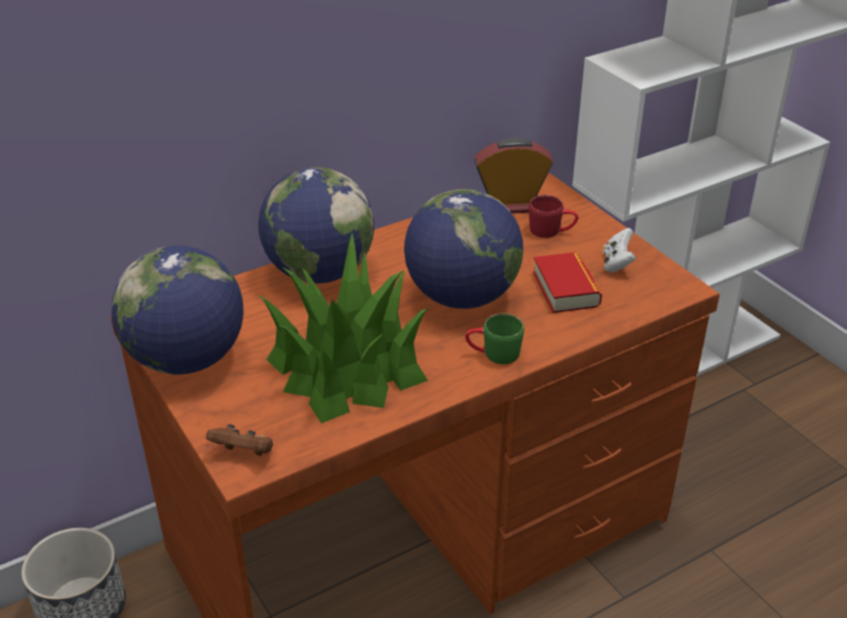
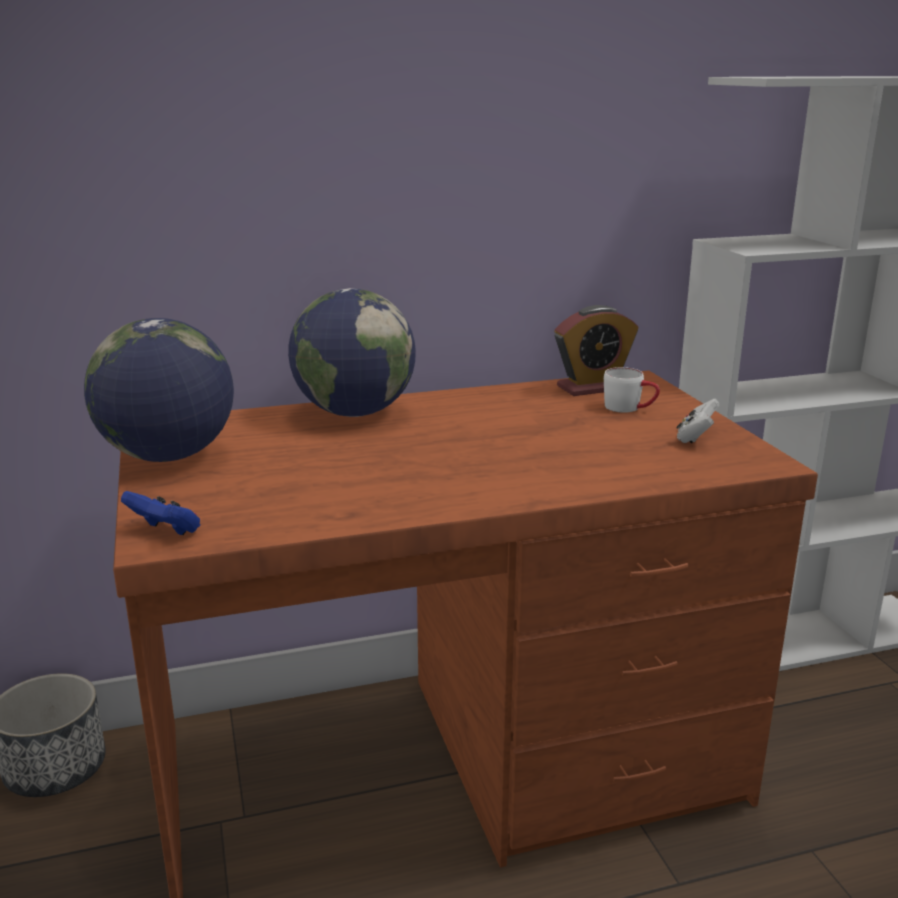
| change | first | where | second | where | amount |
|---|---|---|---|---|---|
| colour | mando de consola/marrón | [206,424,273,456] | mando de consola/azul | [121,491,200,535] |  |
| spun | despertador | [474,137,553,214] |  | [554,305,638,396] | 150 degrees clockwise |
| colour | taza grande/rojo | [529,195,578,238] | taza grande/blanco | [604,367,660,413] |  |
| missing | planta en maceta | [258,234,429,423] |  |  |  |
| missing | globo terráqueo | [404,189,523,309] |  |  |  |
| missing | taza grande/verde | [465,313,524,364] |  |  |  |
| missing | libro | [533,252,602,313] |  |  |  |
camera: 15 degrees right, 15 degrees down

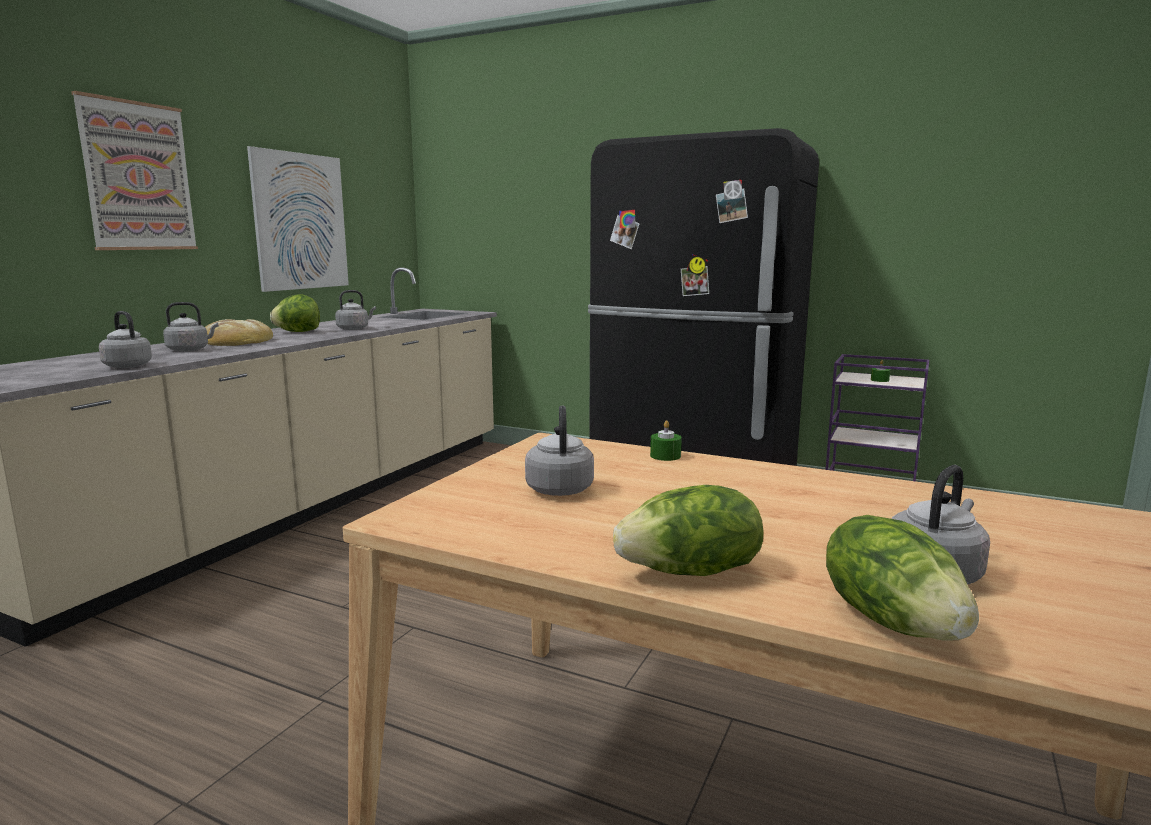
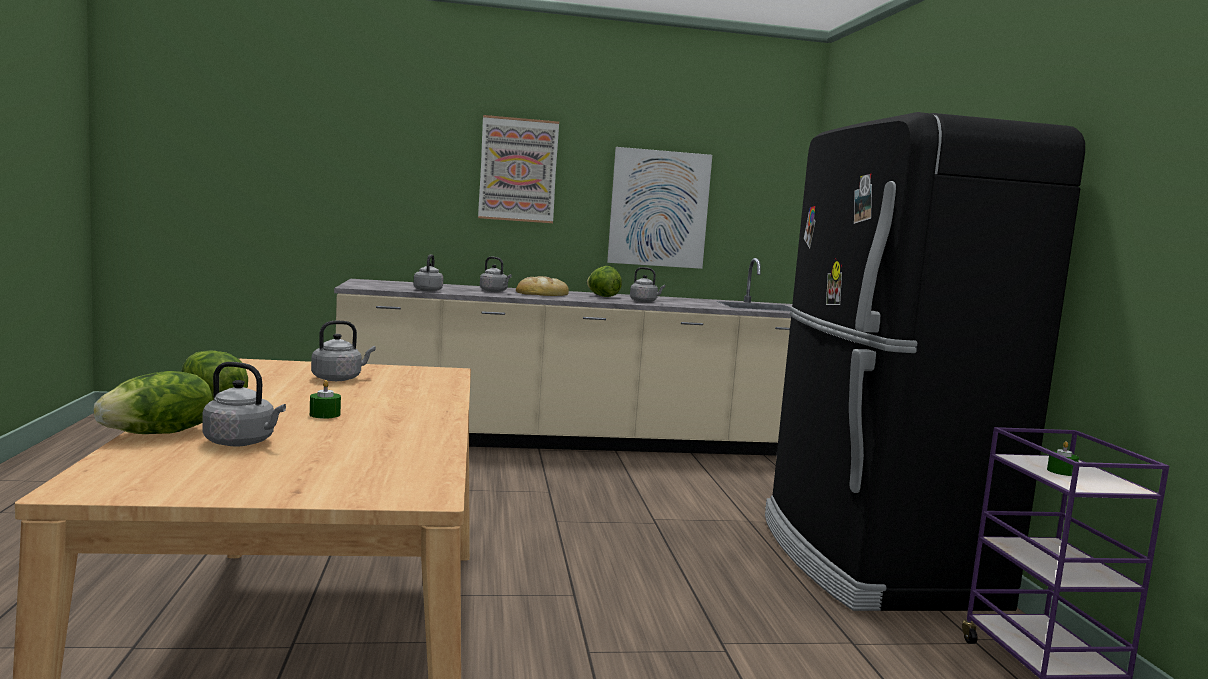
| change | first | where | second | where | amount |
|---|---|---|---|---|---|
| relocated | vela/verde | [650,420,682,461] |  | [310,380,341,419] |  |
camera: 55 degrees right, 5 degrees down

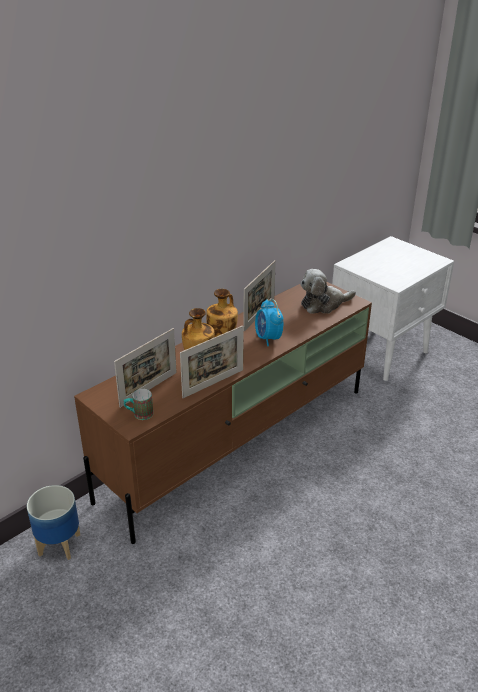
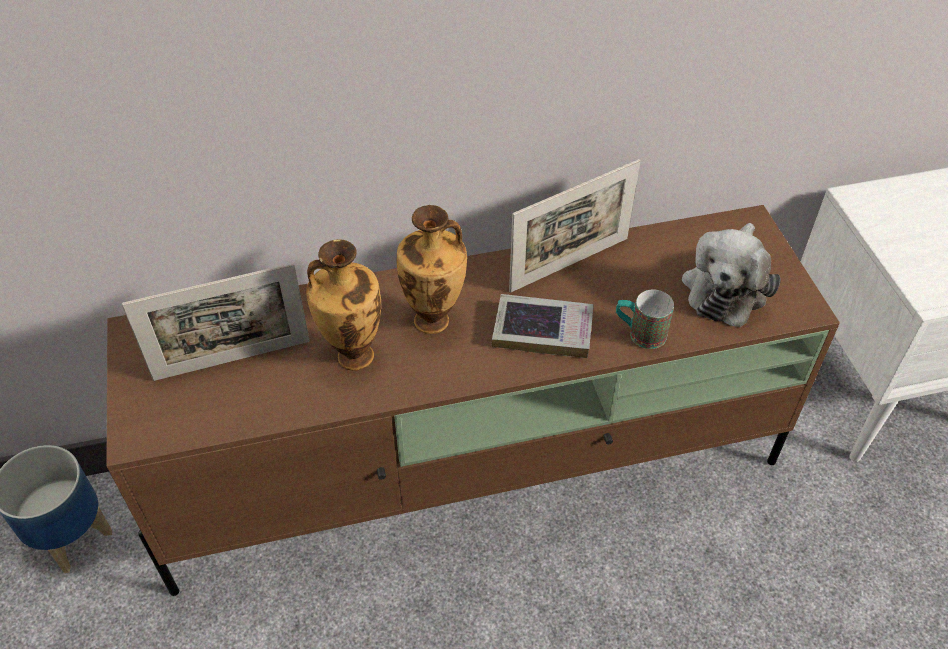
| change | first | where | second | where | amount |
|---|---|---|---|---|---|
| exchanged | despertador | [255,299,283,346] | libro | [492,294,594,358] |  |
| relocated | taza grande | [124,389,153,420] |  | [616,290,674,349] |  |
| spun | peluche | [300,269,356,314] |  | [682,223,781,328] | 75 degrees counterclockwise |
| missing | portarretratos | [180,325,244,398] |  |  |  |
camera: 30 degrees right, 15 degrees up

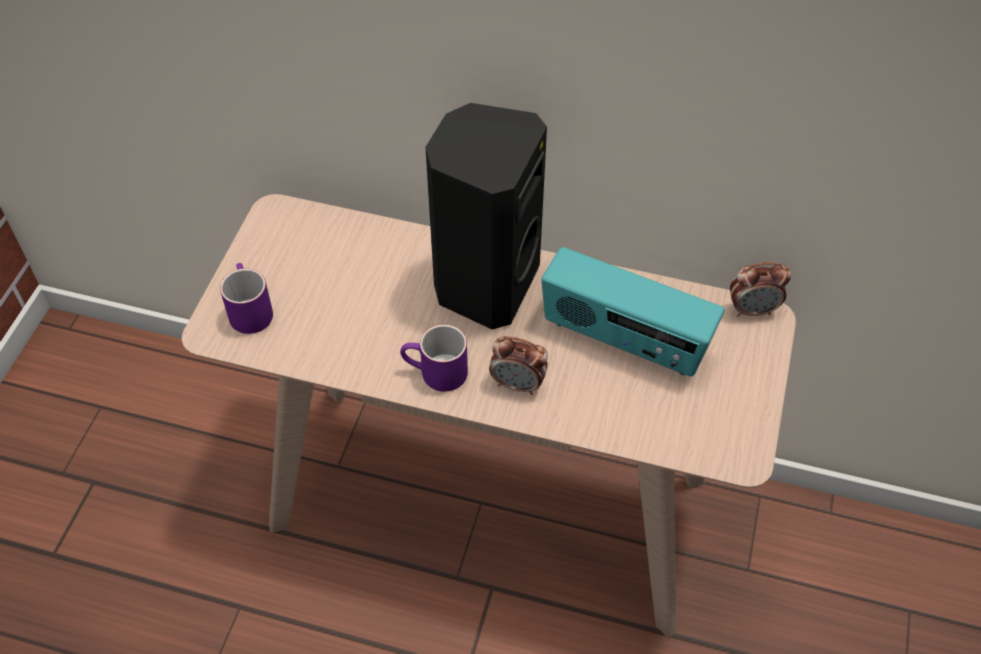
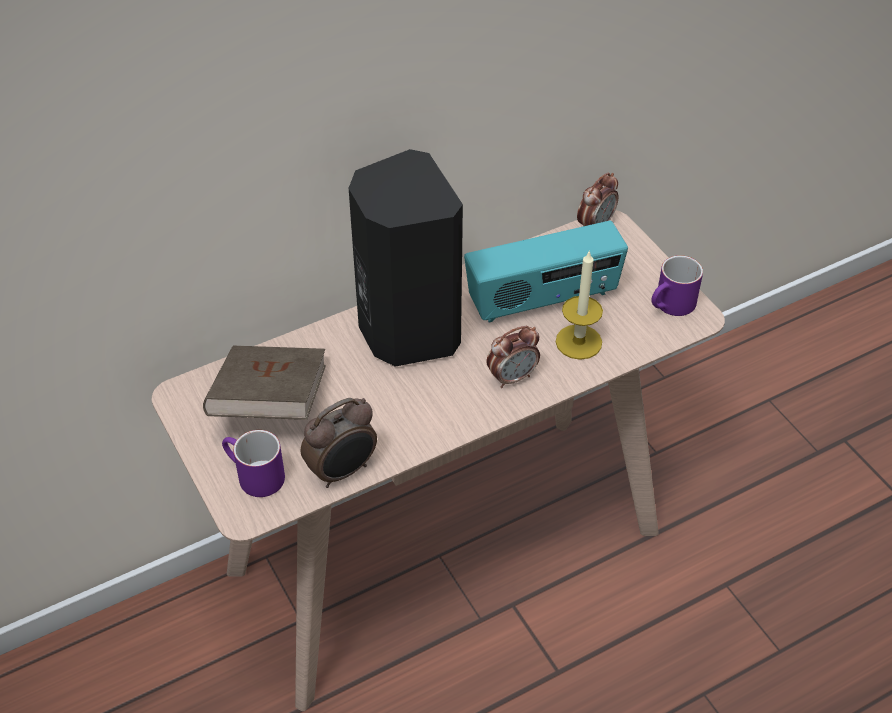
| change | first | where | second | where | amount |
|---|---|---|---|---|---|
| appeared |  |  | libro/marrón | [203,346,326,420] |  |
| appeared |  |  | despertador | [301,398,377,488] |  |
| appeared |  |  | vela | [556,250,603,360] |  |
| relocated | taza grande/morado | [400,324,468,392] |  | [651,255,703,316] |  |
camera: 45 degrees left, 5 degrees down

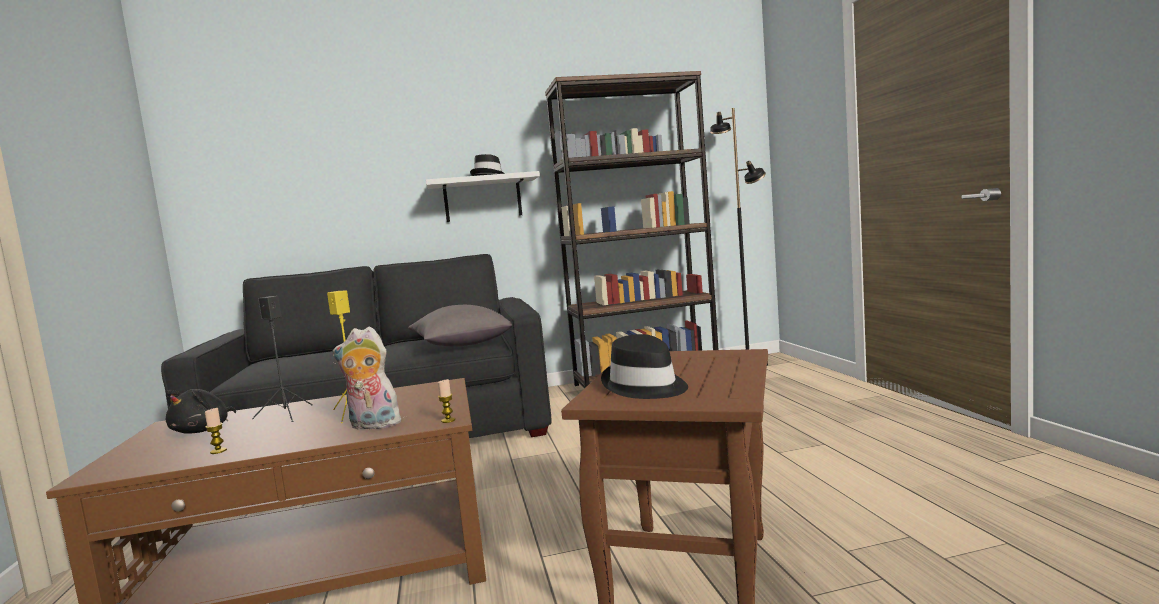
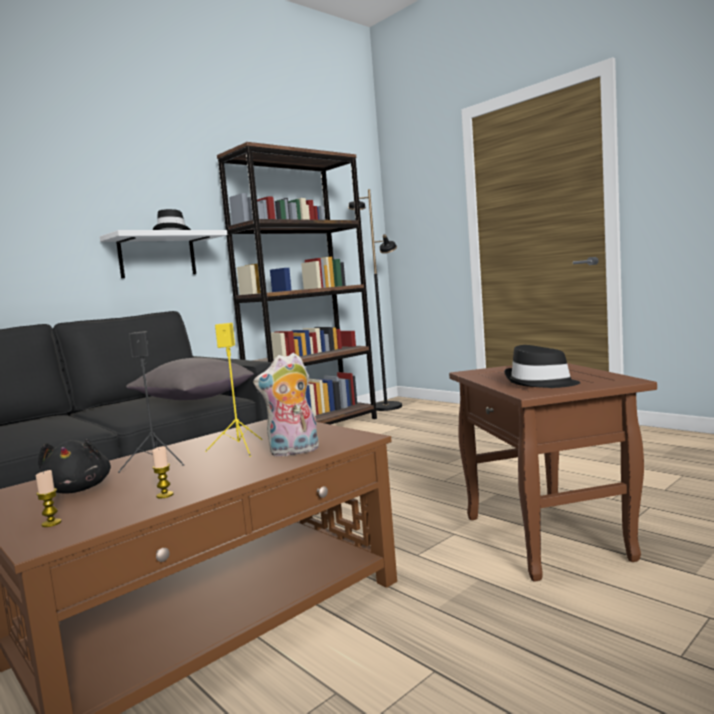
| change | first | where | second | where | amount |
|---|---|---|---|---|---|
| relocated | vela | [438,379,455,423] |  | [36,470,62,527] |  |
camera: 30 degrees left, 0 degrees up

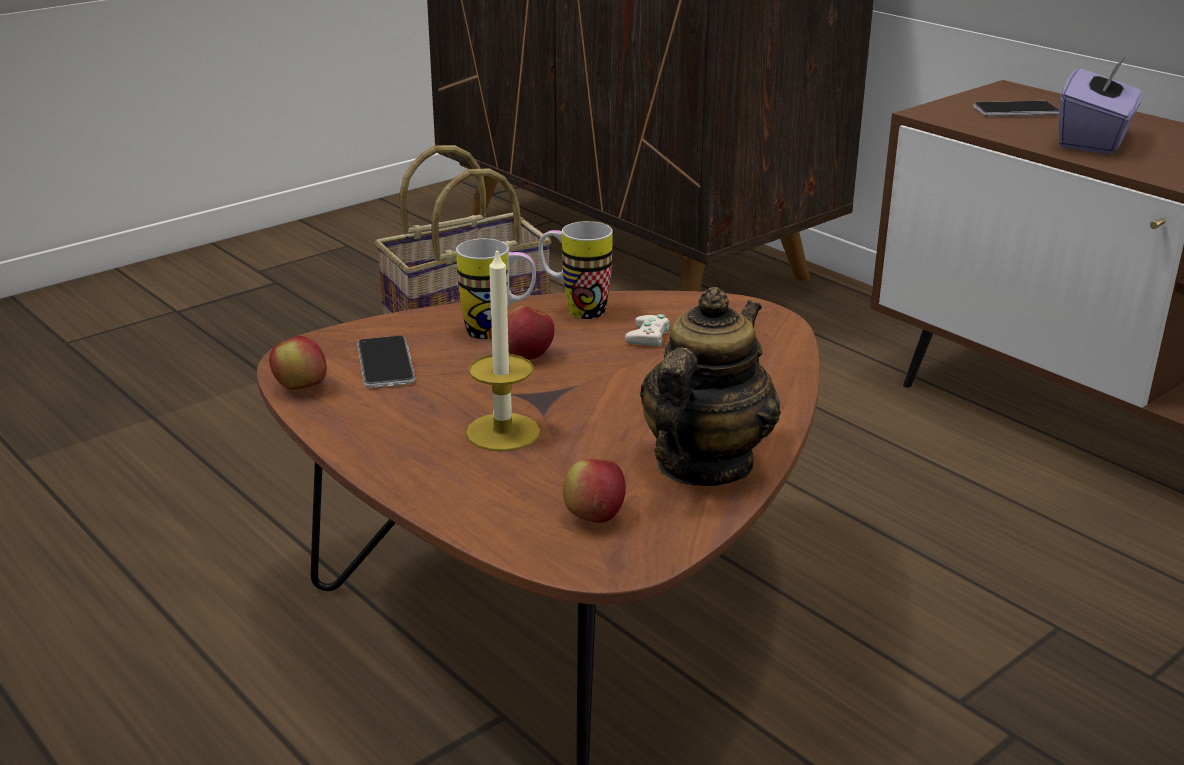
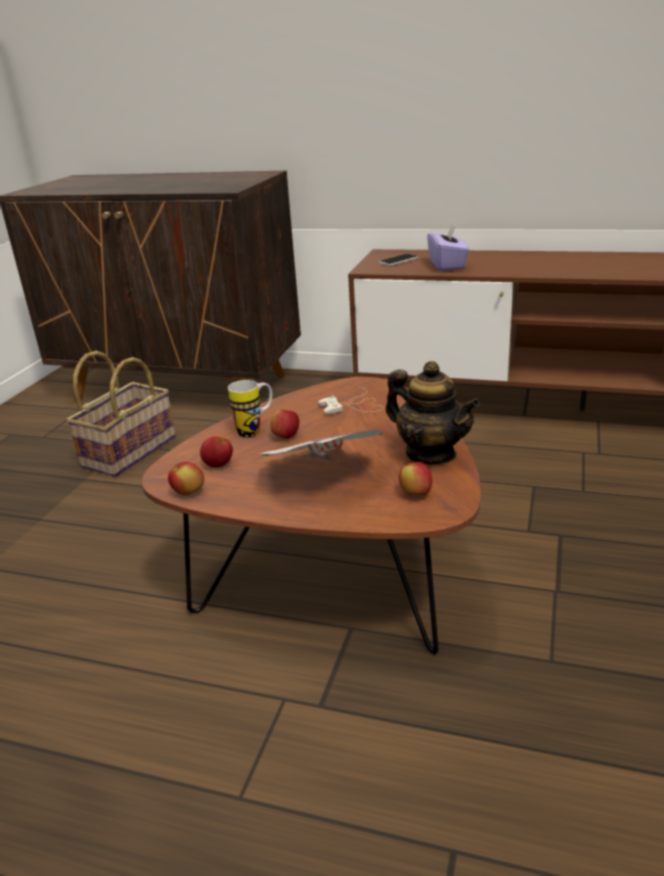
| change | first | where | second | where | amount |
|---|---|---|---|---|---|
| exchanged | móvil | [357,336,415,388] | manzana | [200,435,233,468] |  |
| exchanged | vela | [466,247,540,452] | periódico | [259,430,384,456] |  |
| spun | tetera | [640,287,781,486] |  | [386,361,480,464] | 135 degrees clockwise |
| missing | taza grande | [538,221,613,319] |  |  |  |
camera: 30 degrees left, 0 degrees up

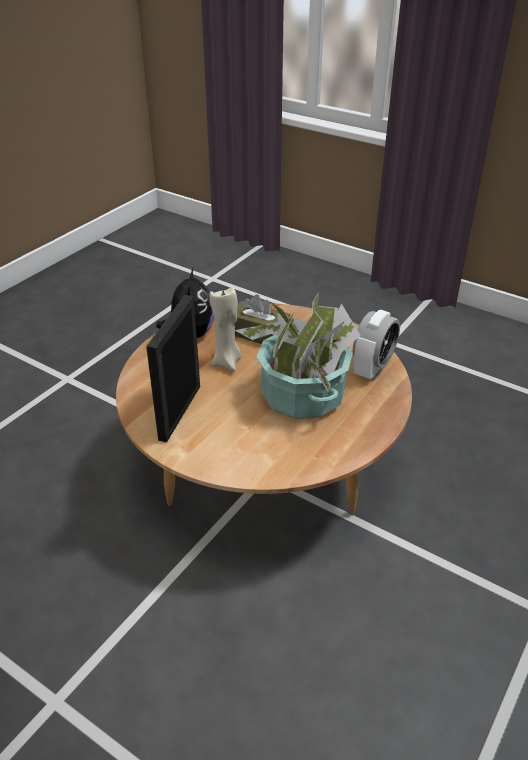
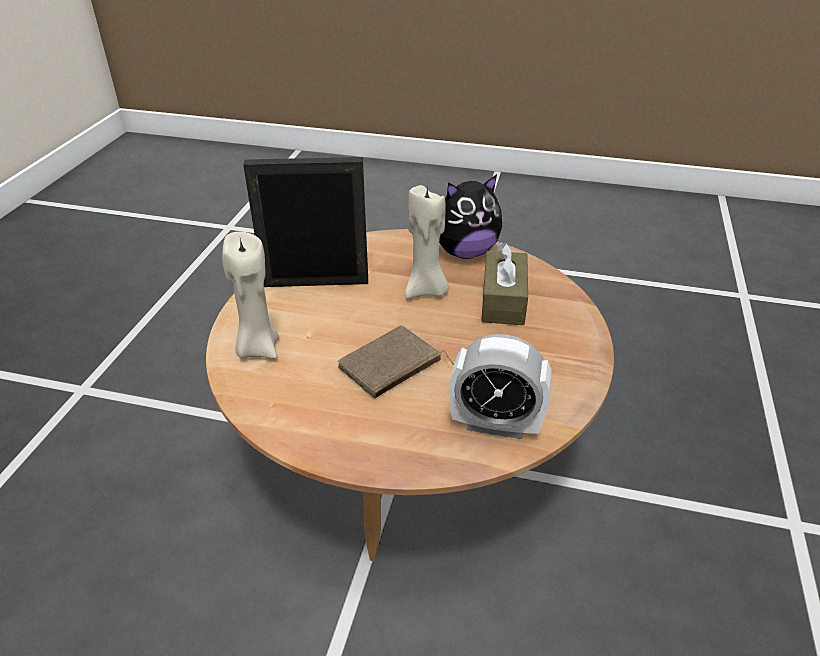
| change | first | where | second | where | amount |
|---|---|---|---|---|---|
| appeared |  |  | vela/beis | [222,232,279,359] |  |
| exchanged | planta en maceta | [235,292,360,419] | libro/marrón | [337,325,454,399] |  |
camera: 70 degrees right, 0 degrees up

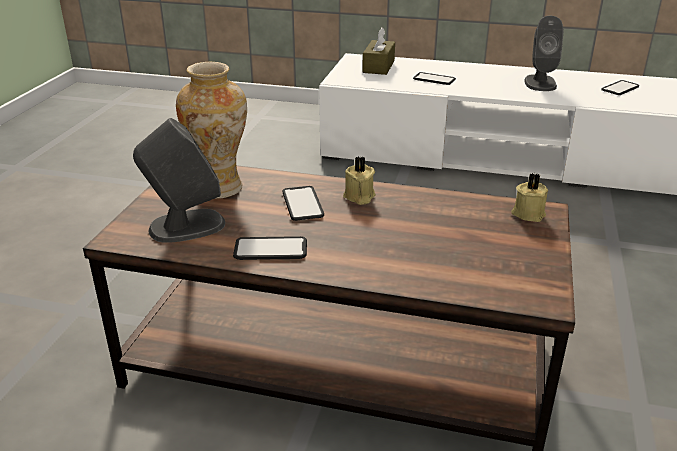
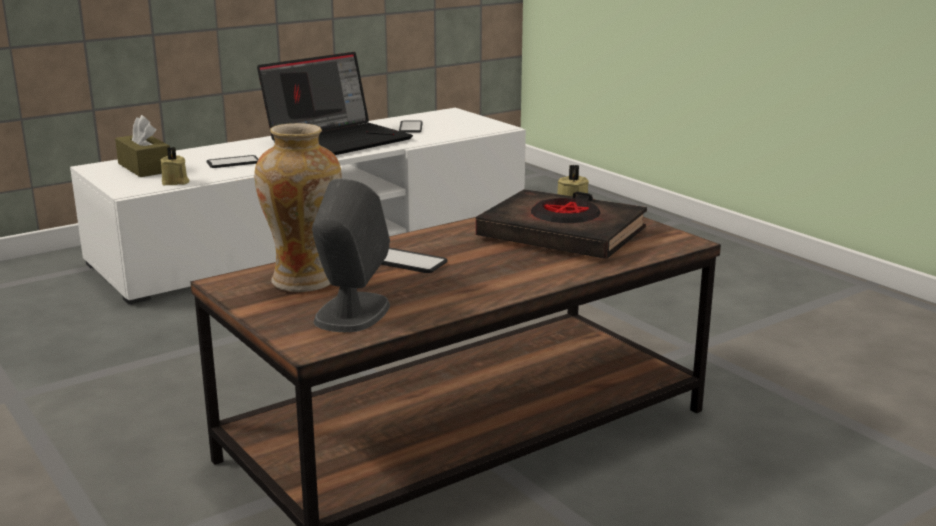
| change | first | where | second | where | amount |
|---|---|---|---|---|---|
| relocated | vela/beis | [343,156,376,205] |  | [160,147,189,185] |  |
| exchanged | altavoz/gris | [524,16,564,91] | portátil | [257,52,413,155] |  |
| appeared |  |  | libro/negro | [476,189,647,259] |  |
| missing | móvil | [233,236,307,260] |  |  |  |
camera: 50 degrees left, 10 degrees down

